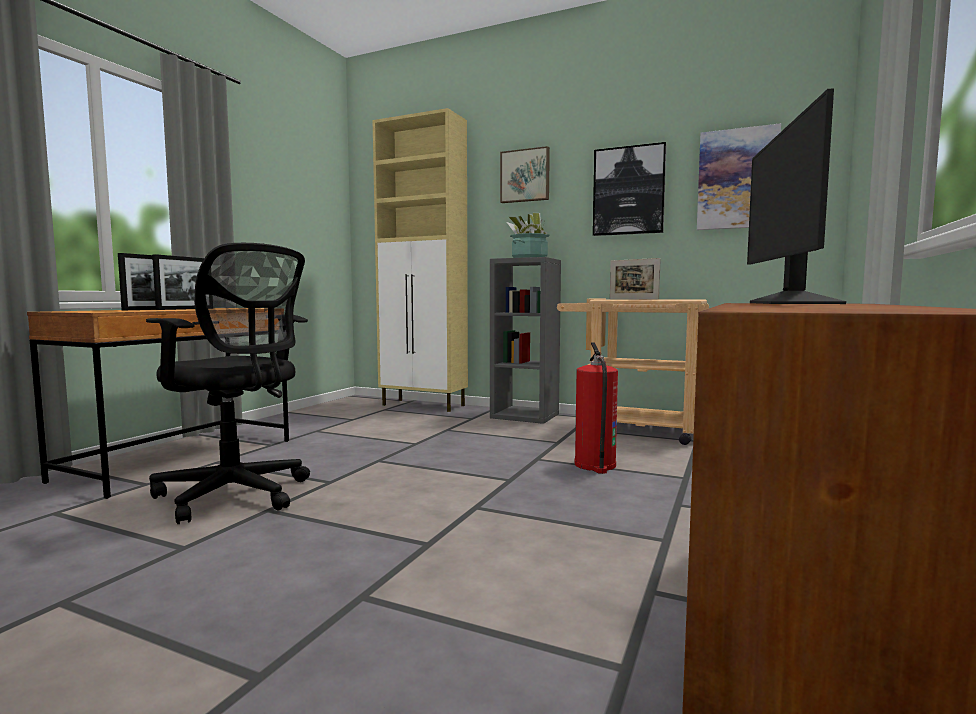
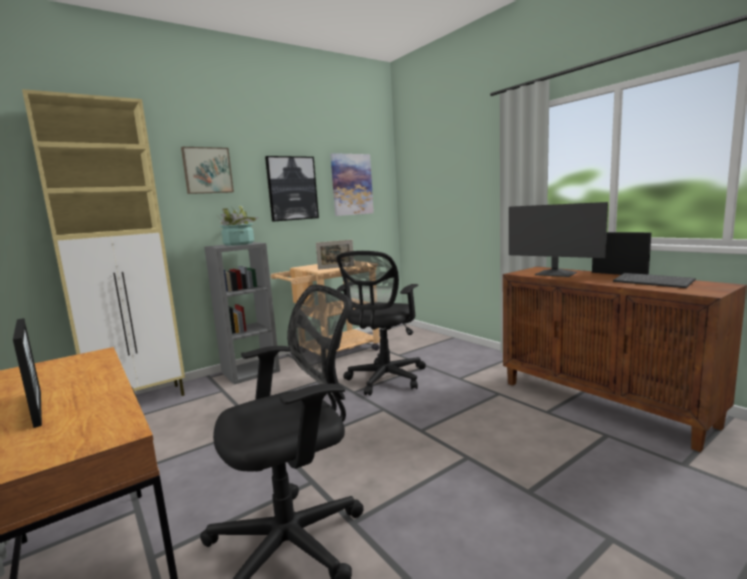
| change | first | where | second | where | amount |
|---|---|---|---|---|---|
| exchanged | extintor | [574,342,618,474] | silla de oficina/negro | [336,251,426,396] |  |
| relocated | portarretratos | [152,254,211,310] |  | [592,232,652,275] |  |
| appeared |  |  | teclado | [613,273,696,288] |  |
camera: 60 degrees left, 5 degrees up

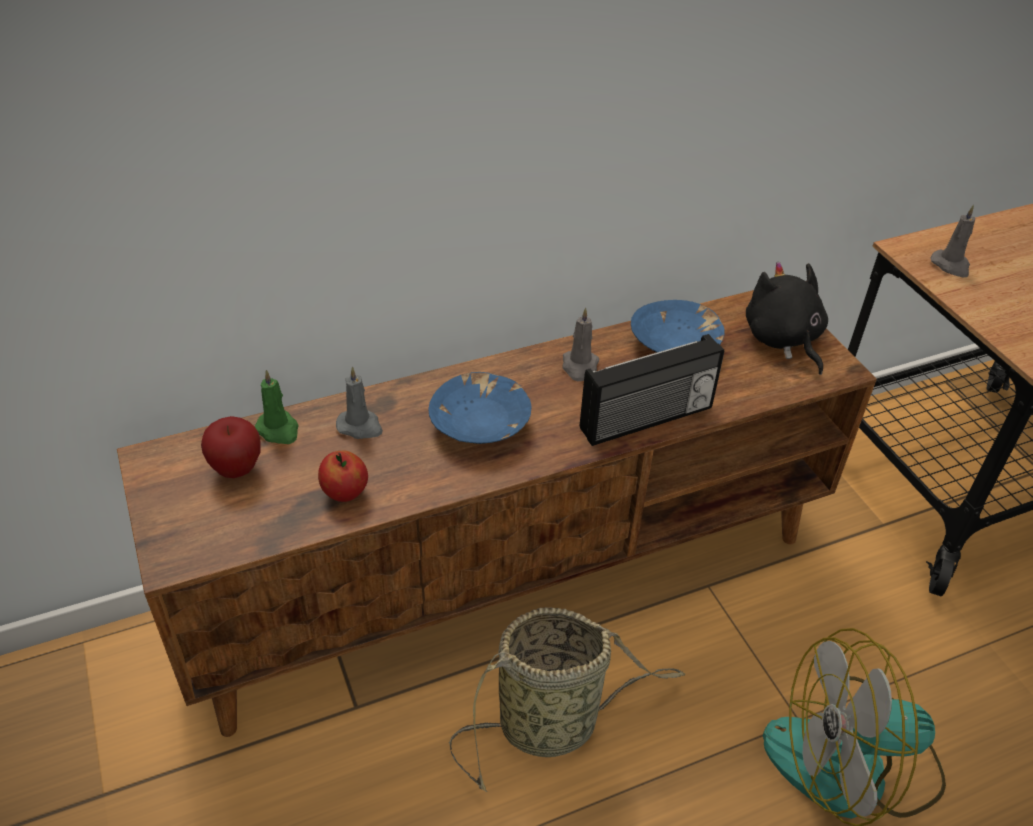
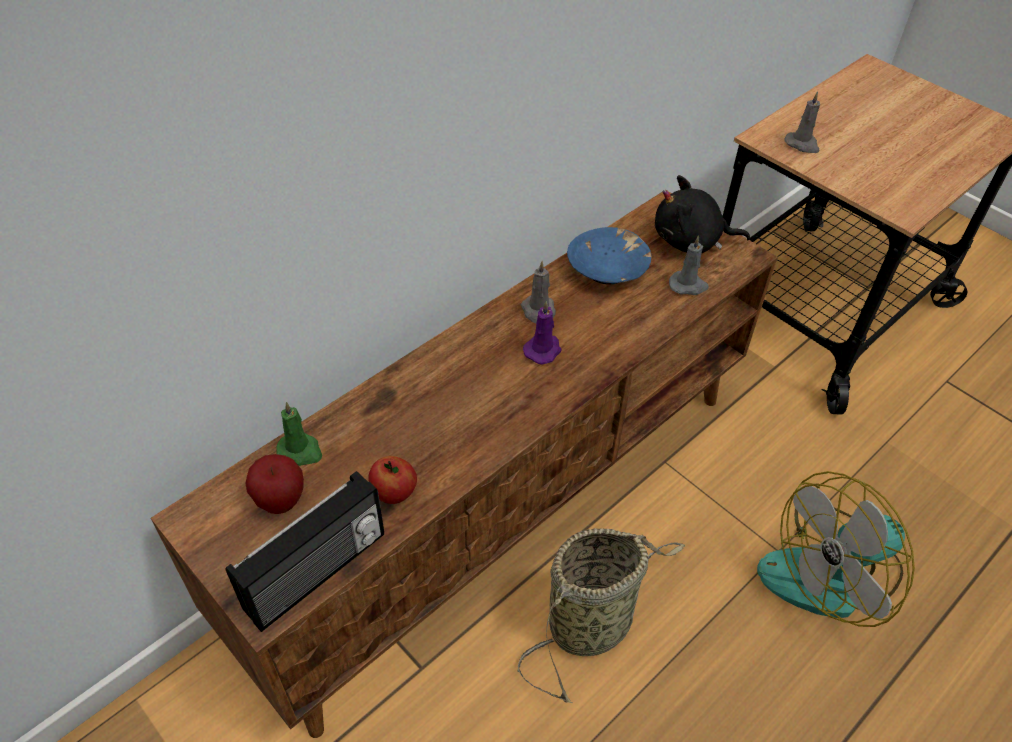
| change | first | where | second | where | amount |
|---|---|---|---|---|---|
| relocated | radio | [579,334,724,446] |  | [225,471,384,632] |  |
| appeared |  |  | vela/morado | [523,301,562,364] |  |
| spun | peluche/negro | [746,262,828,375] |  | [655,175,750,253] | 45 degrees counterclockwise |
| relocated | vela/gris | [336,367,383,439] |  | [669,235,709,295] |  |
| missing | cuenco/azul | [428,372,532,444] |  |  |  |
camera: 20 degrees left, 5 degrees up

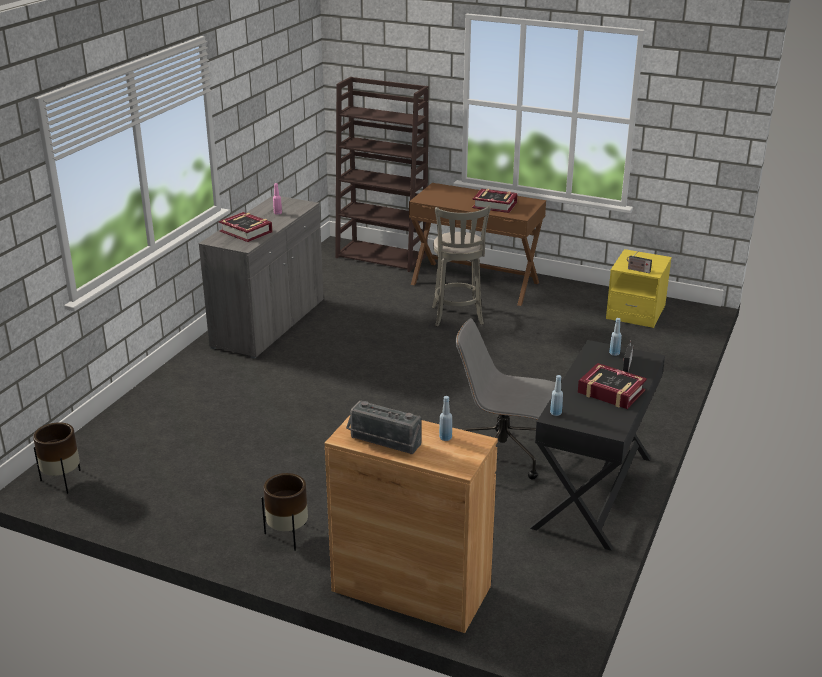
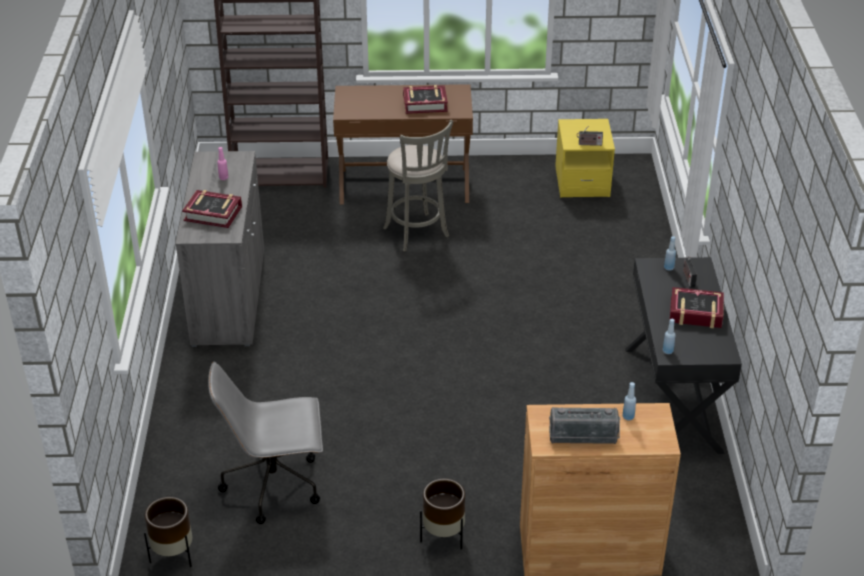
| change | first | where | second | where | amount |
|---|---|---|---|---|---|
| relocated | silla de oficina/gris | [456,318,556,480] |  | [208,361,323,524] |  |
camera: 25 degrees left, 10 degrees up

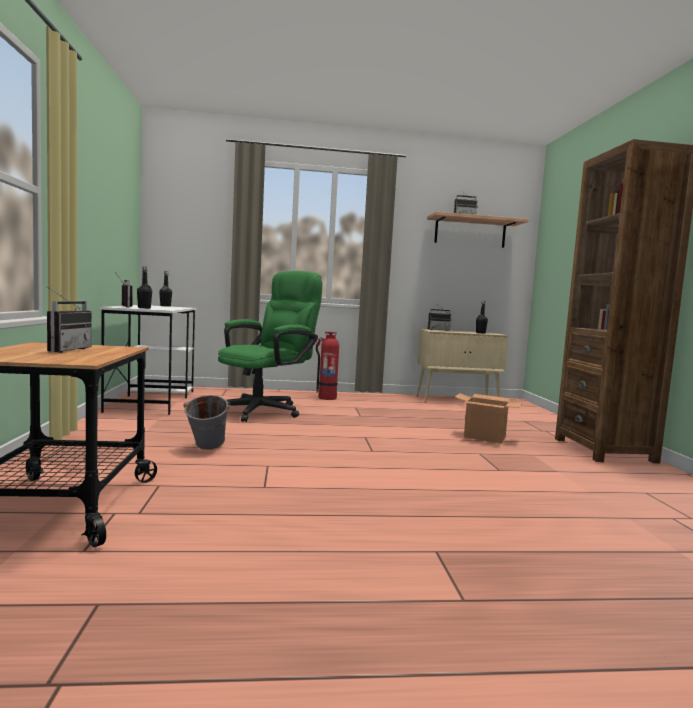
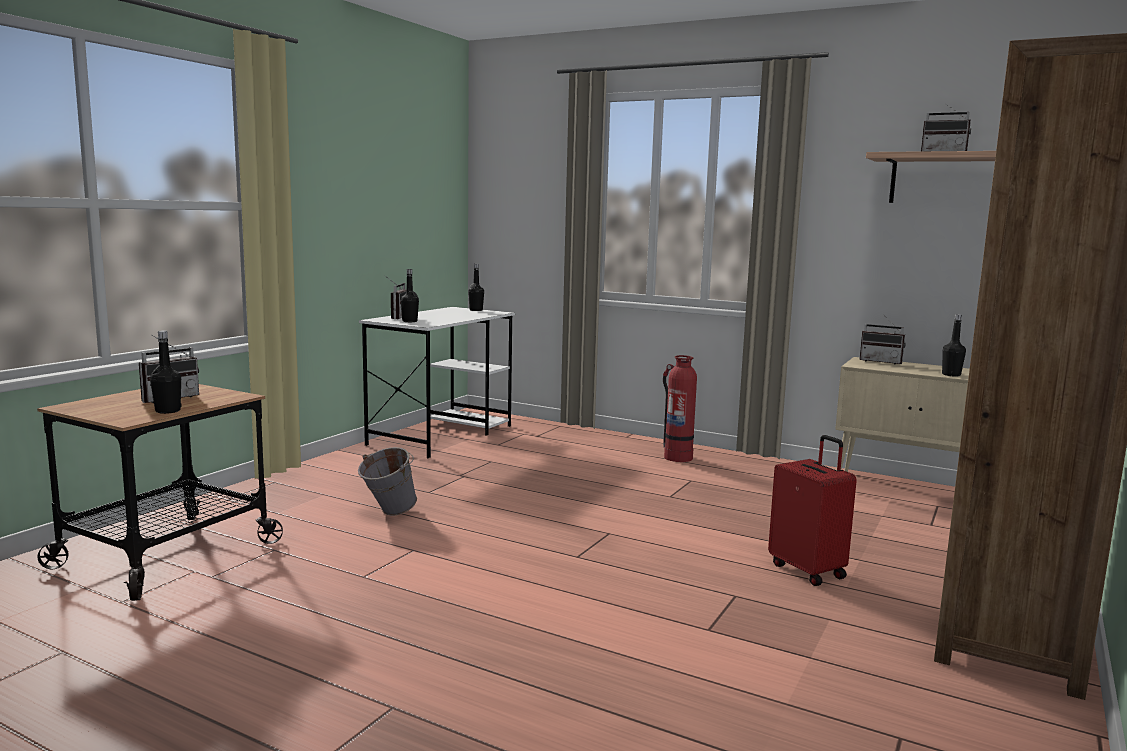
| change | first | where | second | where | amount |
|---|---|---|---|---|---|
| appeared |  |  | botella/negro | [150,330,182,414] |  |
| exchanged | caja de cartón | [455,393,523,444] | maleta/rojo | [768,435,857,586] |  |
| missing | silla de oficina/verde | [218,271,323,422] |  |  |  |
camera: 35 degrees right, 5 degrees up

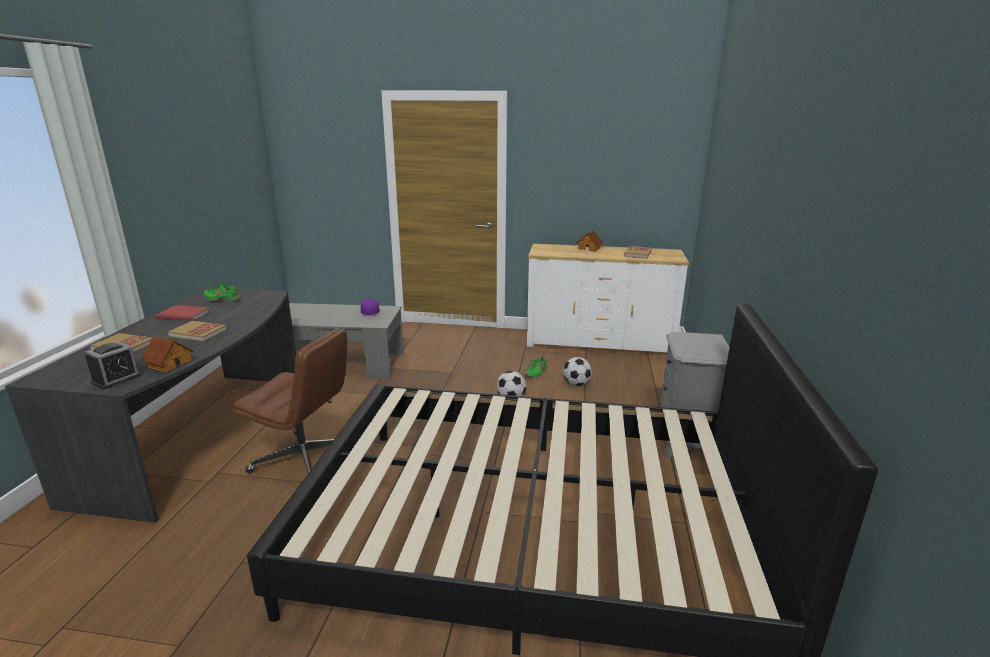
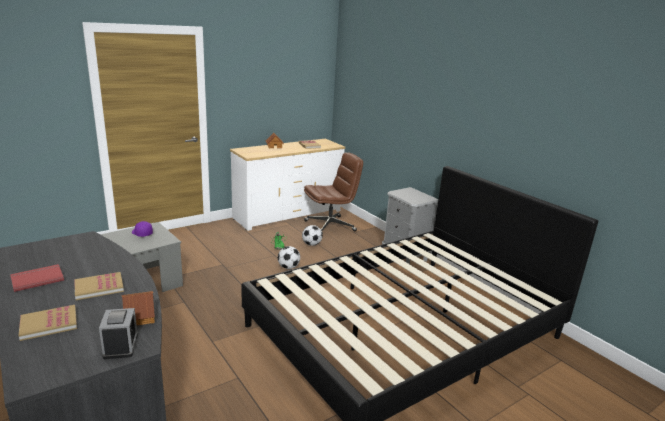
| change | first | where | second | where | amount |
|---|---|---|---|---|---|
| relocated | silla de oficina/marrón | [233,328,347,474] |  | [304,153,363,234] |  |
| missing | zapato/verde | [203,284,240,302] |  |  |  |
camera: 45 degrees left, 0 degrees up

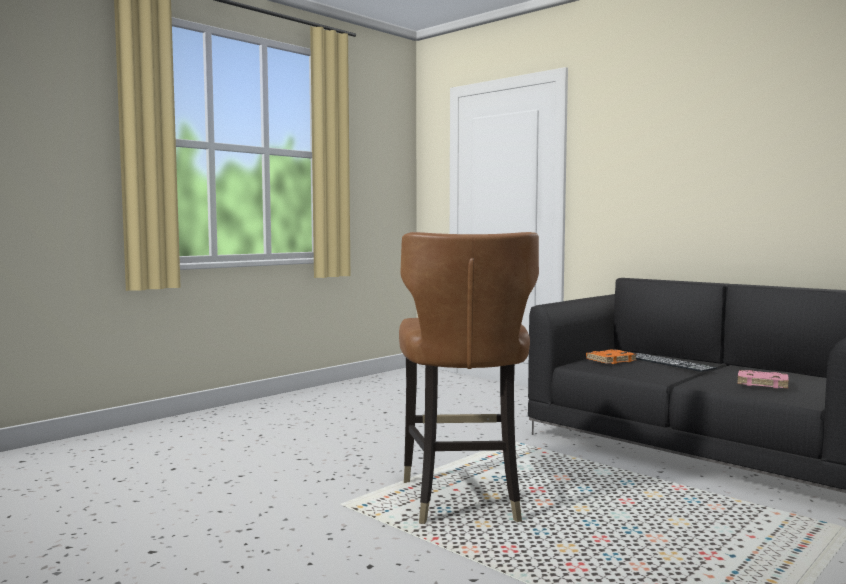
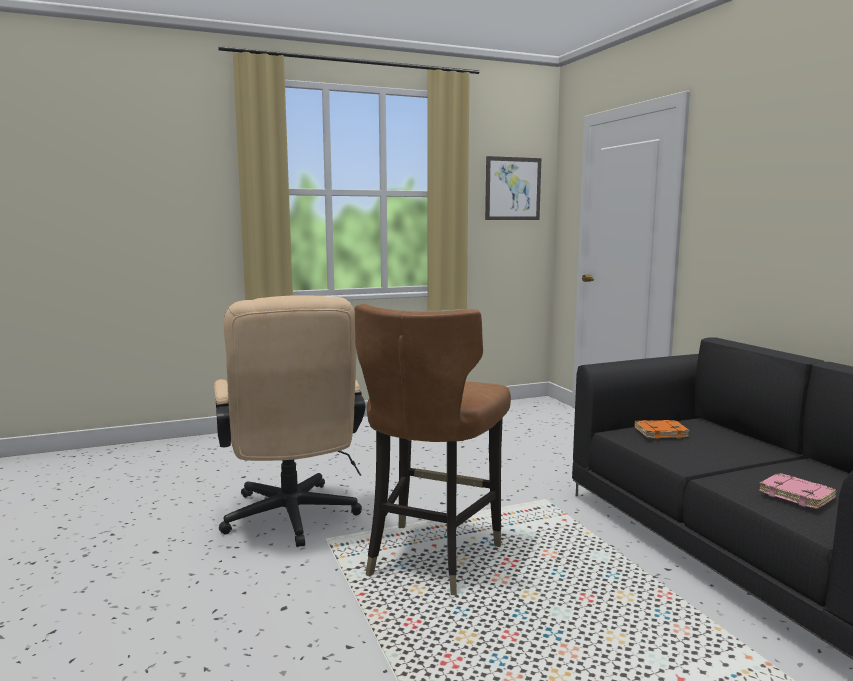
| change | first | where | second | where | amount |
|---|---|---|---|---|---|
| appeared |  |  | silla de oficina/beis | [214,295,365,547] |  |
| appeared |  |  | cuadro | [485,156,541,220] |  |
| missing | teclado | [636,353,717,372] |  |  |  |
camera: 25 degrees right, 5 degrees up

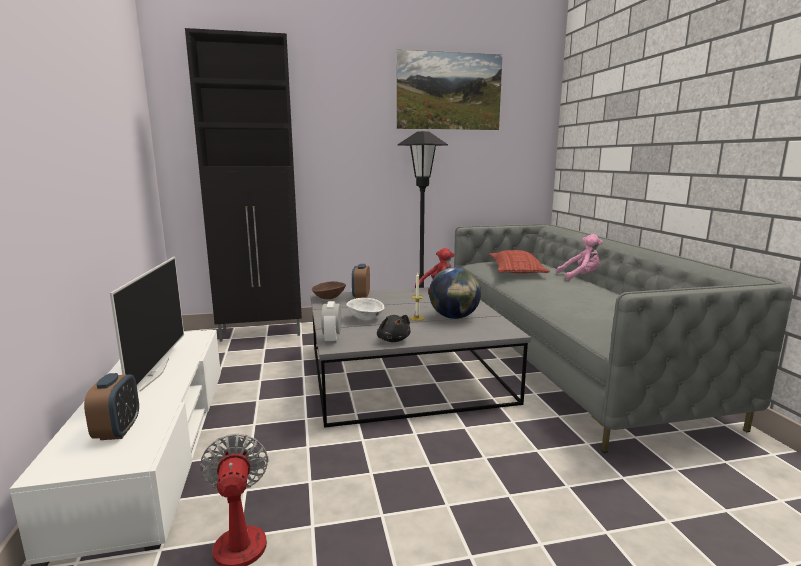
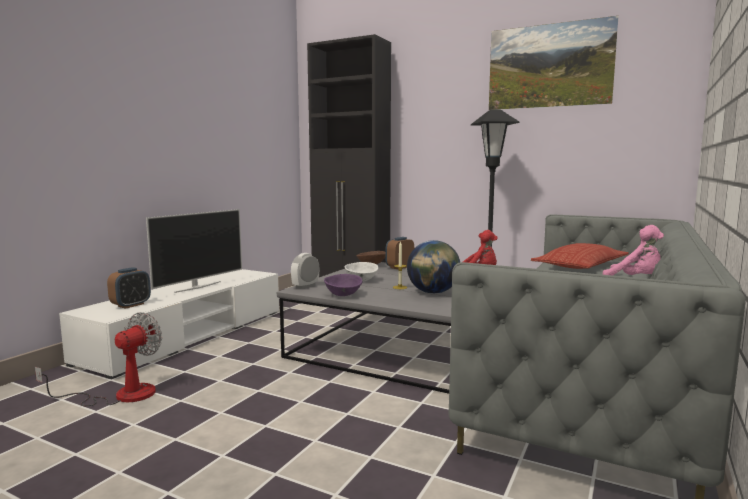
| change | first | where | second | where | amount |
|---|---|---|---|---|---|
| exchanged | peluche/negro | [377,315,411,342] | cuenco/morado | [324,274,362,296] |  |
camera: 40 degrees right, 5 degrees down

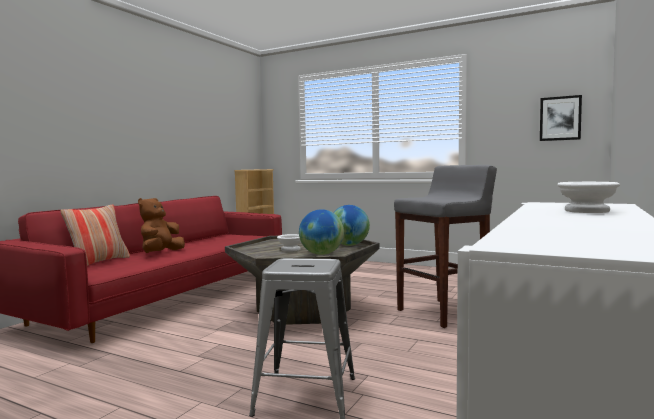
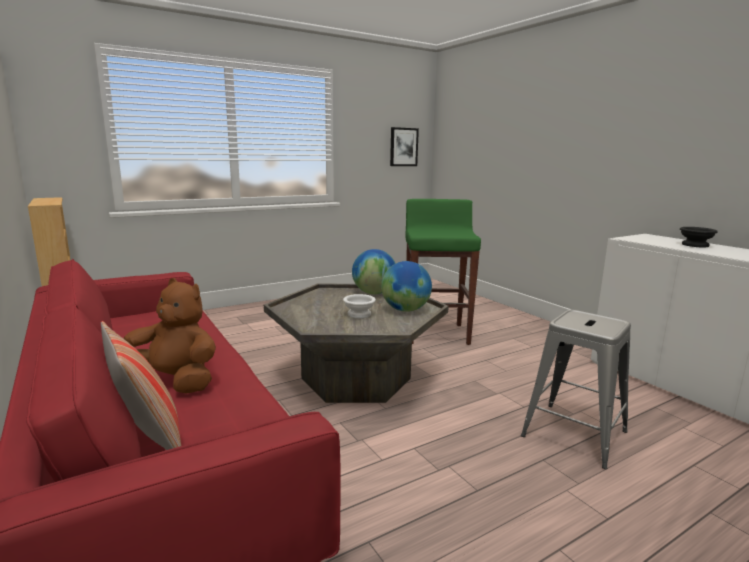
| change | first | where | second | where | amount |
|---|---|---|---|---|---|
| spun | peluche/marrón | [138,198,185,253] |  | [124,278,216,394] | 150 degrees clockwise |
| colour | taburete/gris | [394,165,497,328] | taburete/verde | [405,199,481,345] |  |
| colour | cuenco/blanco | [557,182,620,213] | cuenco/negro | [680,227,718,247] |  |
camera: 60 degrees left, 10 degrees up

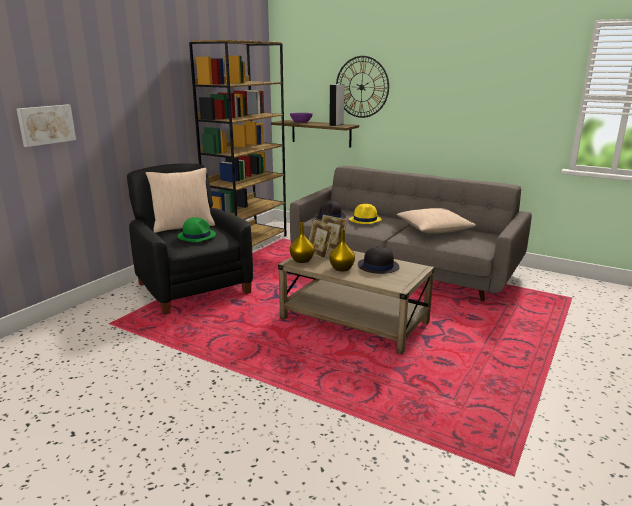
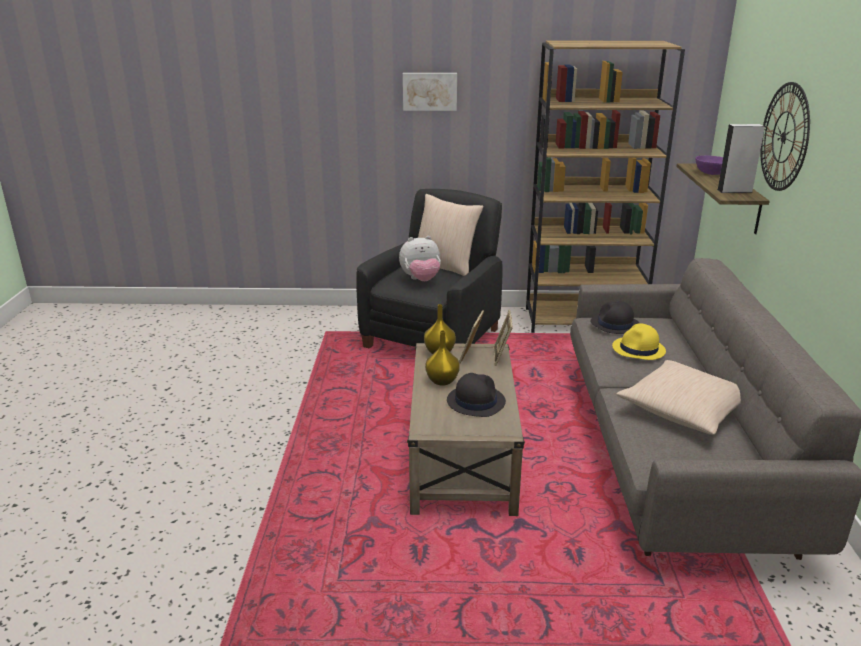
| change | first | where | second | where | amount |
|---|---|---|---|---|---|
| exchanged | sombrero/verde | [178,217,216,242] | peluche | [399,236,441,281] |  |
| relocated | cuadro | [17,105,76,147] |  | [403,73,457,111] |  |
camera: 60 degrees right, 5 degrees up

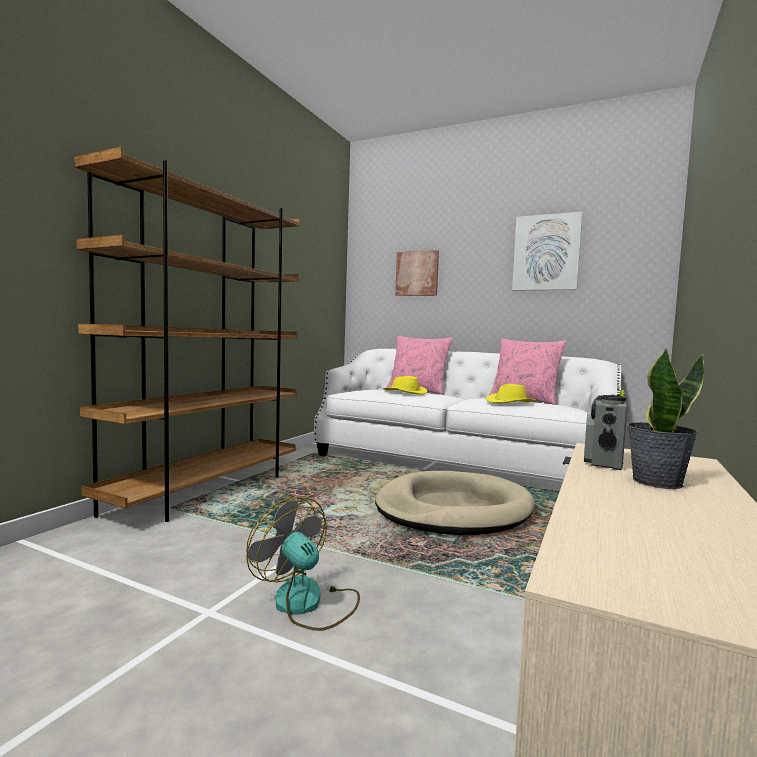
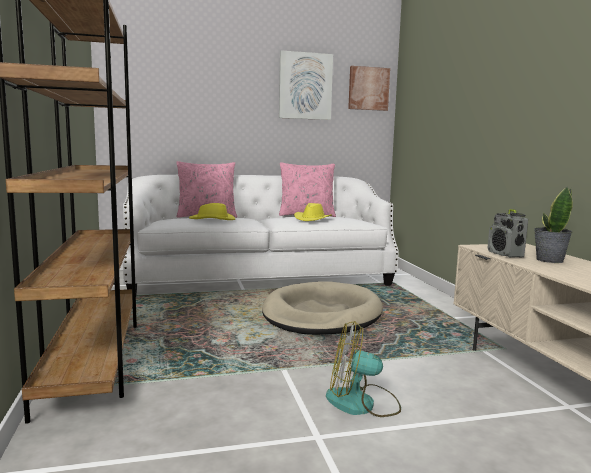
| change | first | where | second | where | amount |
|---|---|---|---|---|---|
| relocated | cuadro | [395,250,439,296] |  | [348,66,390,111] |  |
camera: 40 degrees left, 5 degrees up

